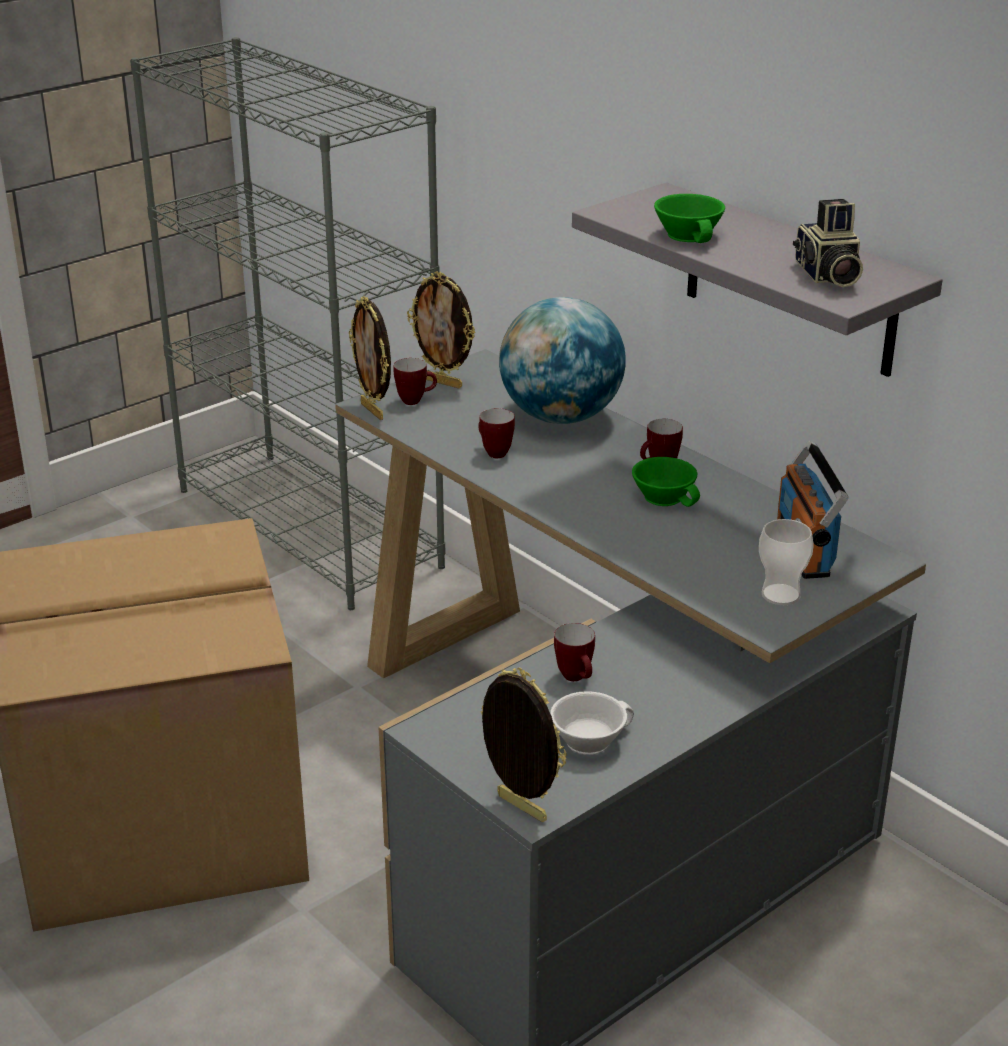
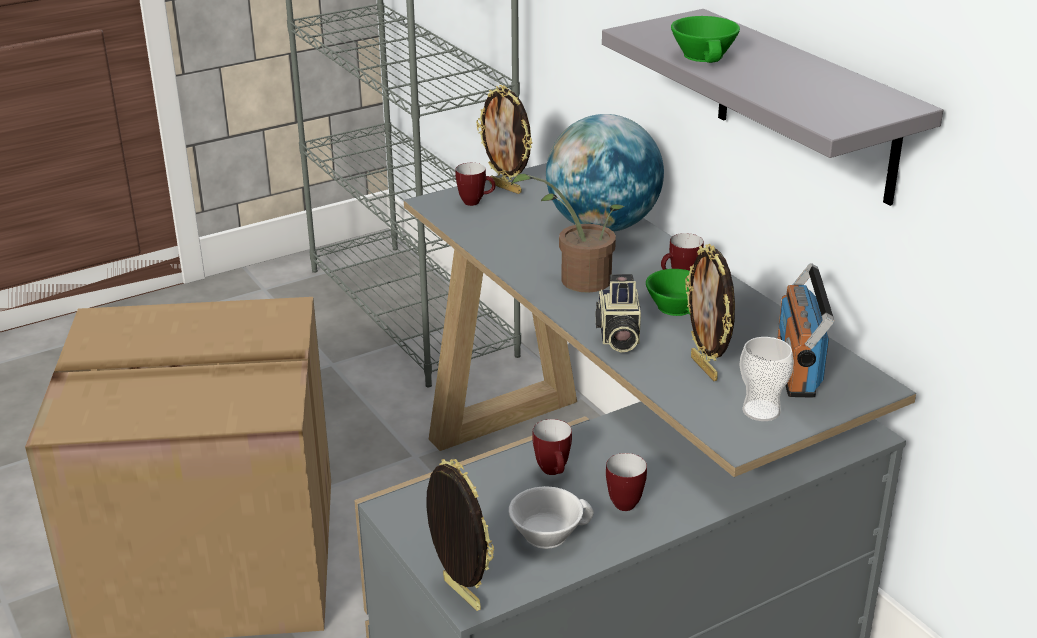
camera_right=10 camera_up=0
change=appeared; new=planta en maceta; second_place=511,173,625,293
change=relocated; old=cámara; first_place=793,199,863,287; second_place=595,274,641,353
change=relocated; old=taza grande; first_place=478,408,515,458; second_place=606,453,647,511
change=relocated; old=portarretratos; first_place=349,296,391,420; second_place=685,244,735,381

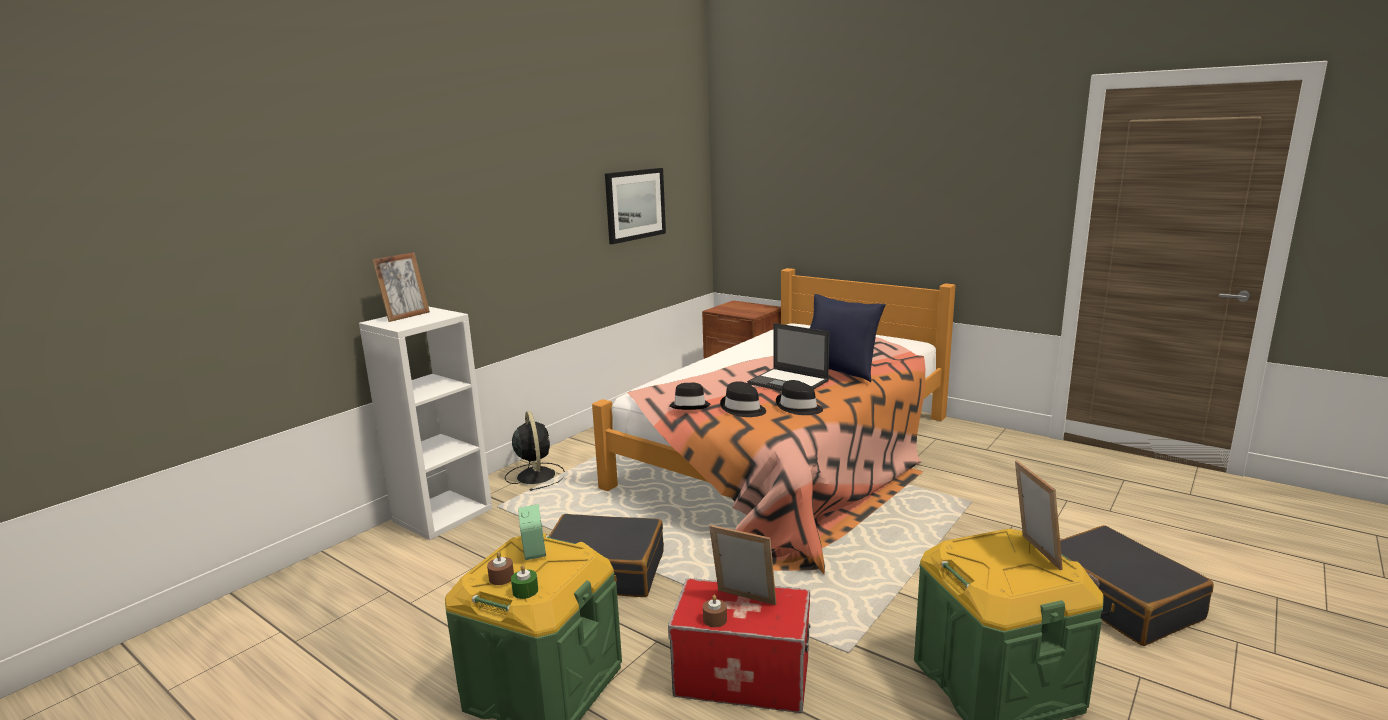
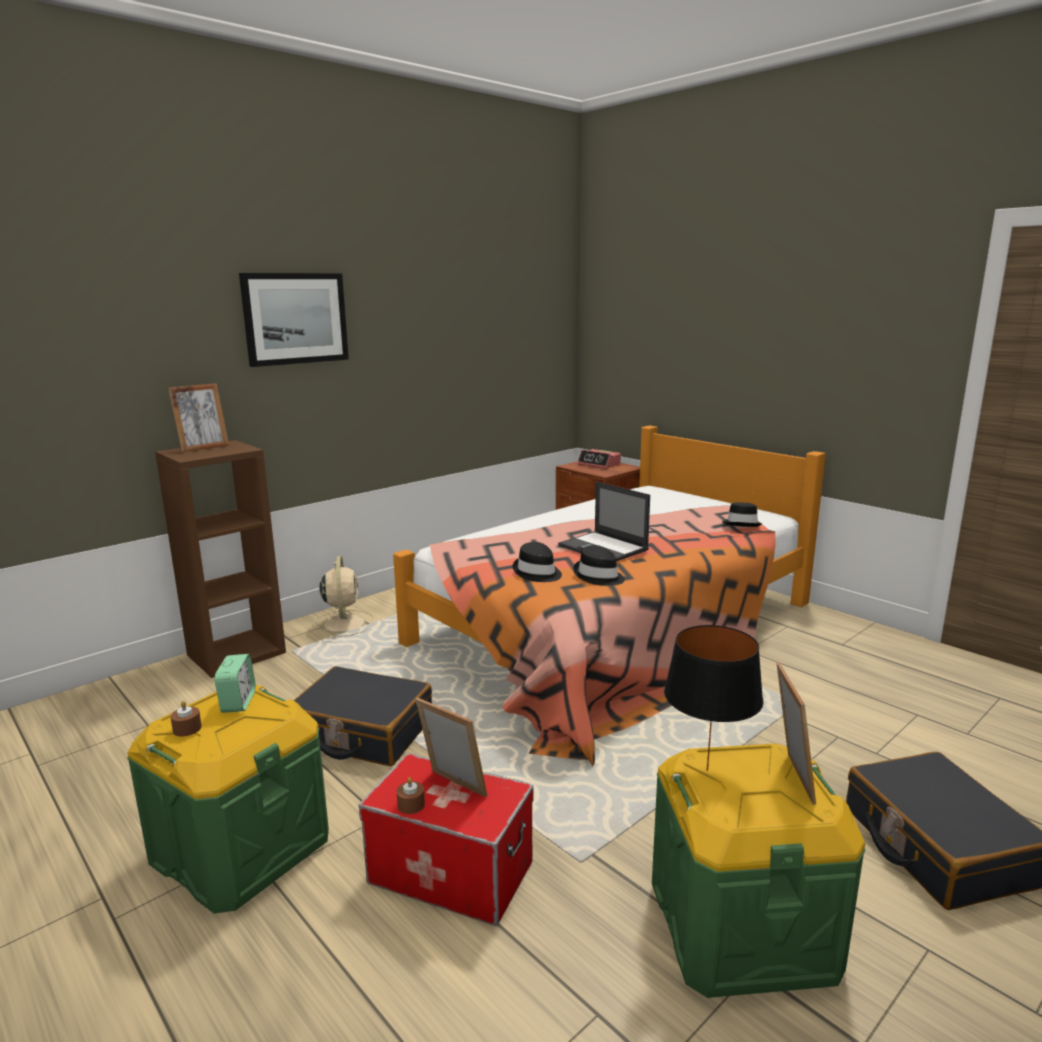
camera_right=10 camera_up=0
change=colour; old=estantería/blanco; new=estantería/marrón; first_place=359,307,492,540; second_place=155,440,286,678
change=relocated; old=cuadro; first_place=605,168,666,244; second_place=239,273,349,367
change=colour; old=ventilador/negro; new=ventilador/beis; first_place=505,411,565,491; second_place=313,556,374,638
change=appeared; new=despertador; second_place=577,449,621,469
change=appeared; new=lámpara de mesa/negro; second_place=664,625,763,771
change=relocated; old=sombrero/negro; first_place=669,383,710,410; second_place=722,502,762,527
change=missing; old=vela/verde; first_place=511,564,538,599
change=missing; old=cojín/azul; first_place=810,294,886,382

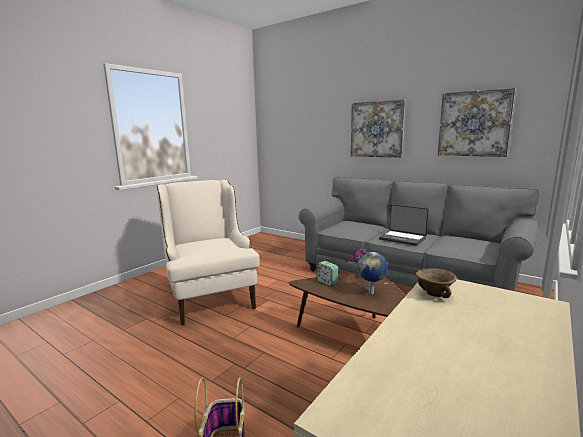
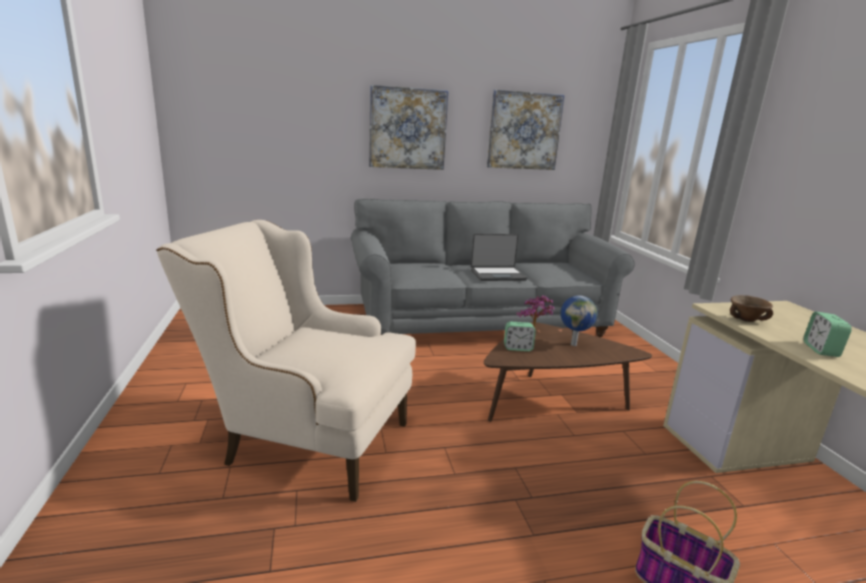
camera_right=-50 camera_up=5
change=appeared; new=despertador; second_place=804,312,852,357

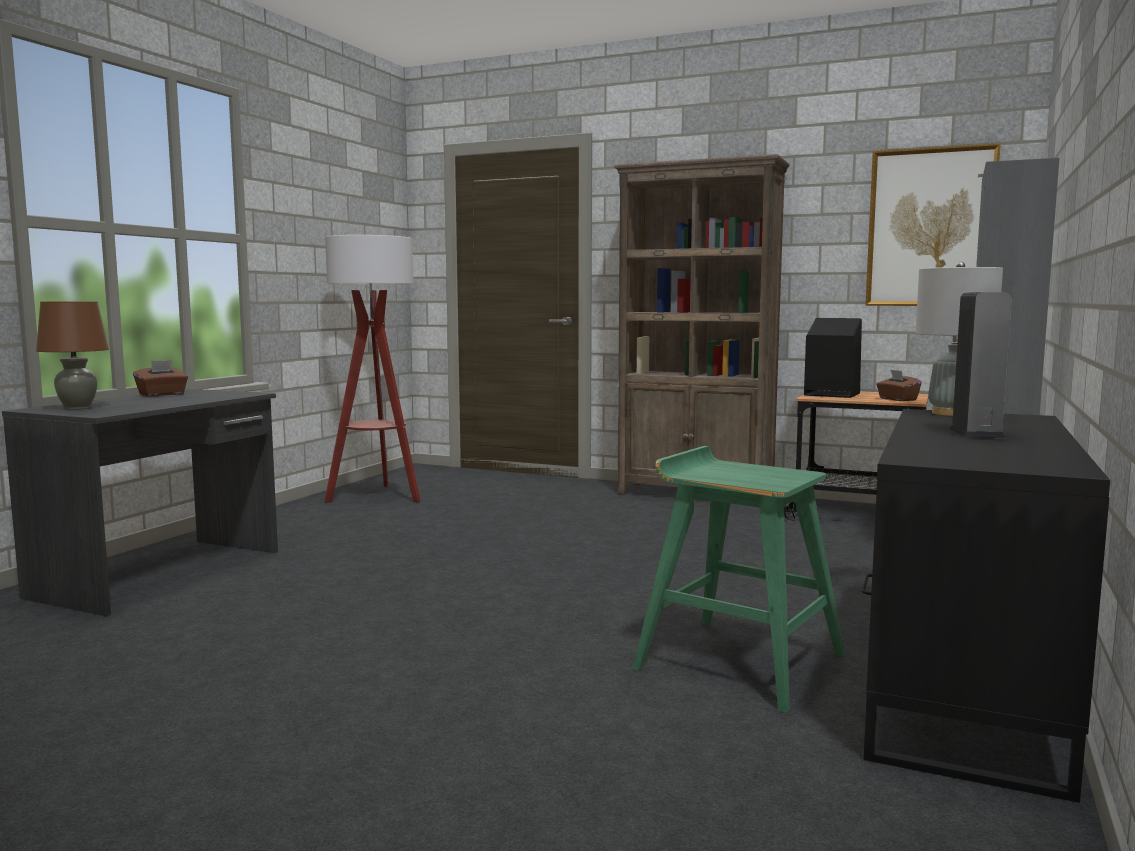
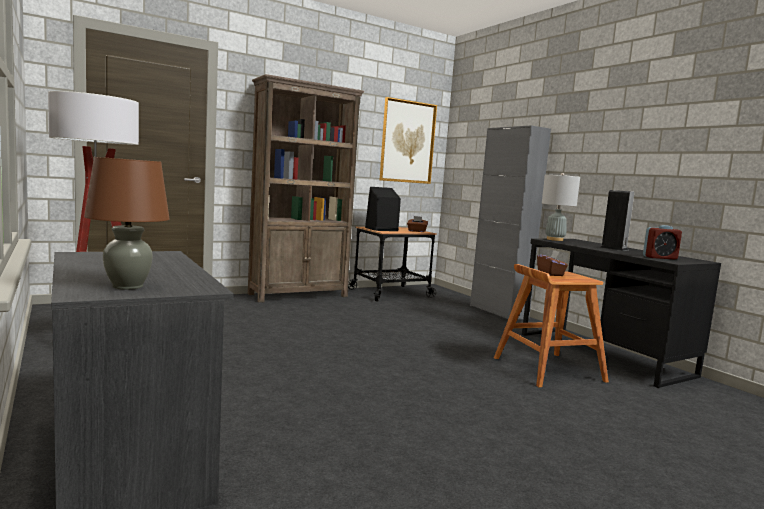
camera_right=-55 camera_up=0
change=colour; old=taburete/verde; new=taburete/marrón; first_place=632,446,845,713; second_place=494,264,609,387
change=relocated; old=caja de pañuelos/marrón; first_place=133,360,188,396; second_place=537,250,568,276
change=appeared; new=despertador; second_place=643,225,682,260

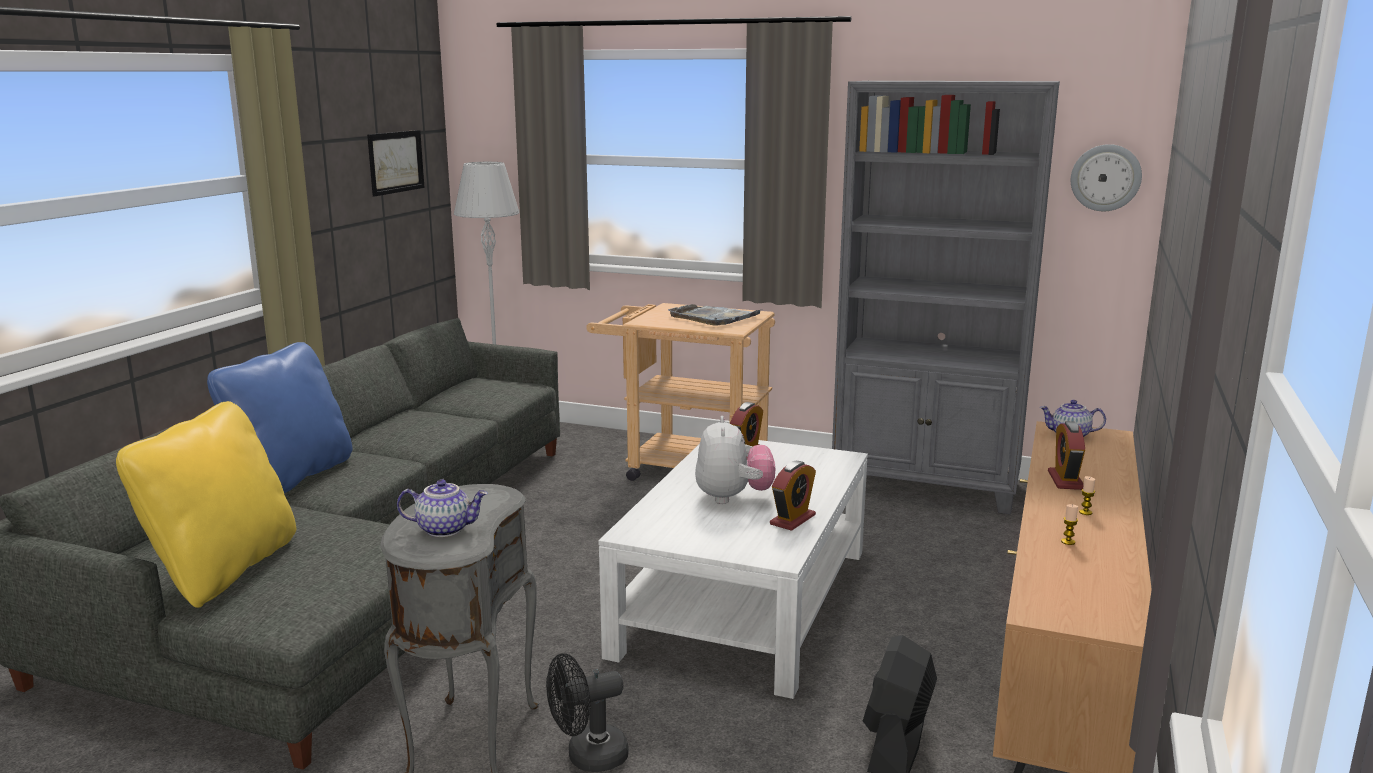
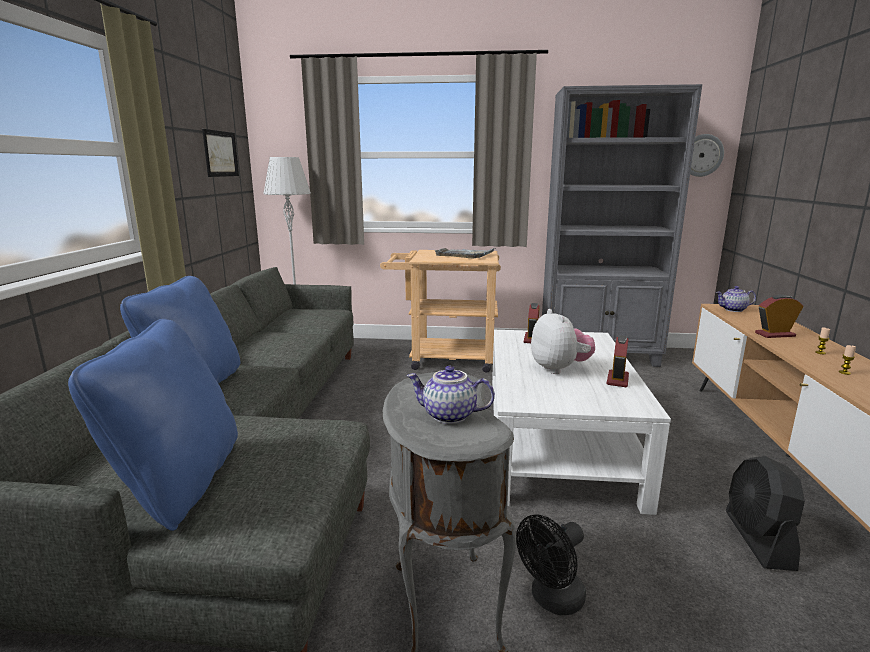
camera_right=-15 camera_up=0
change=colour; old=cojín/amarillo; new=cojín/azul; first_place=116,401,296,608; second_place=68,319,238,531
change=spun; old=tetera; first_place=397,479,488,537; second_place=407,366,495,424; degrees=-150
change=spun; old=despertador; first_place=1048,421,1085,490; second_place=755,294,803,338; degrees=90

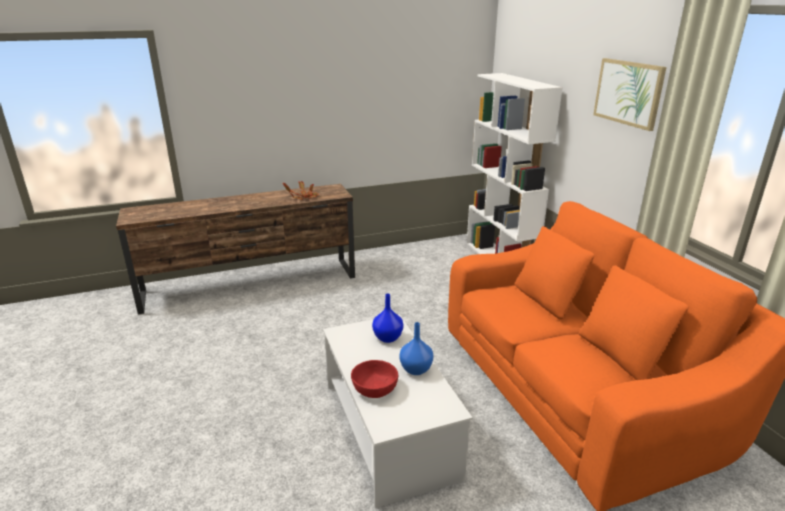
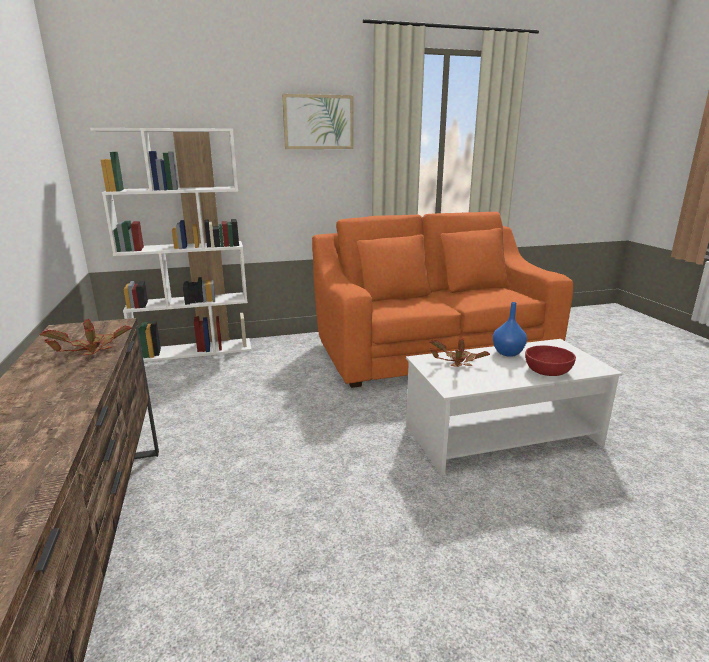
camera_right=-85 camera_up=-5
change=exchanged; old=florero/azul; new=planta en maceta; first_place=372,293,404,343; second_place=430,339,490,367

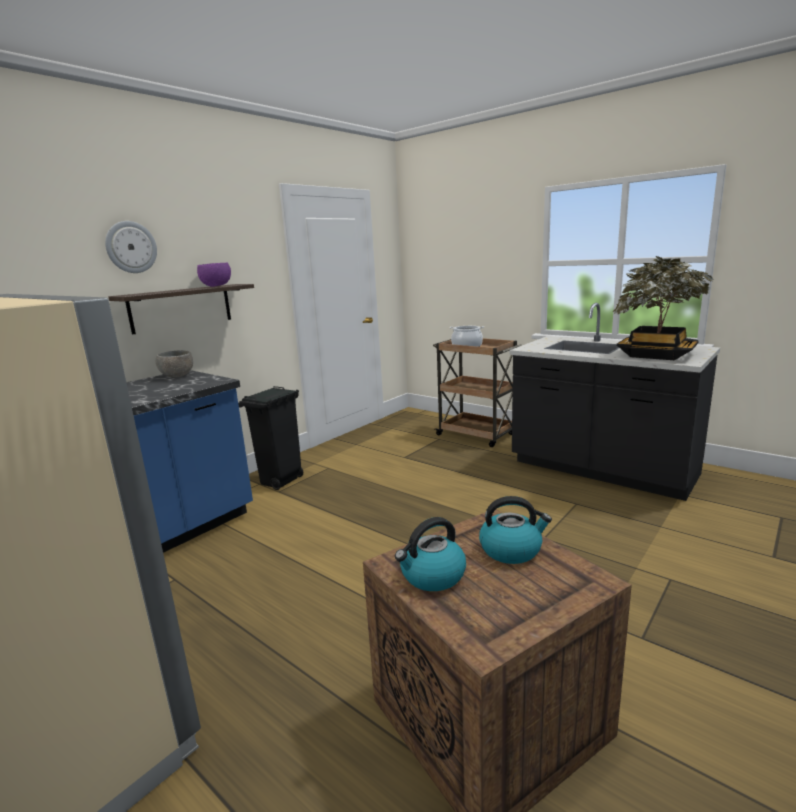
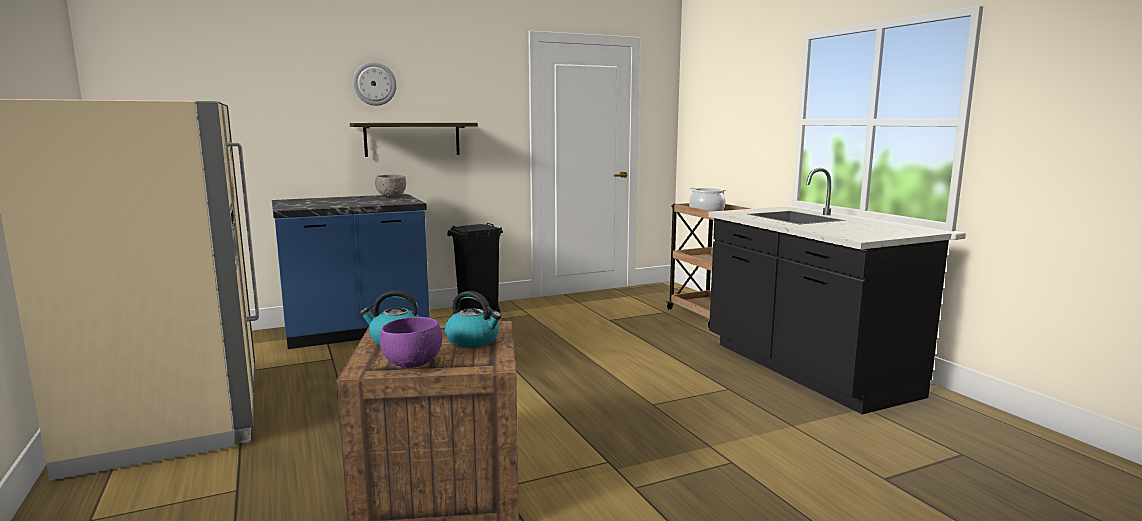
camera_right=25 camera_up=-5
change=relocated; old=cuenco/morado; first_place=197,262,231,287; second_place=380,317,442,368
change=missing; old=planta en maceta; first_place=613,256,714,360

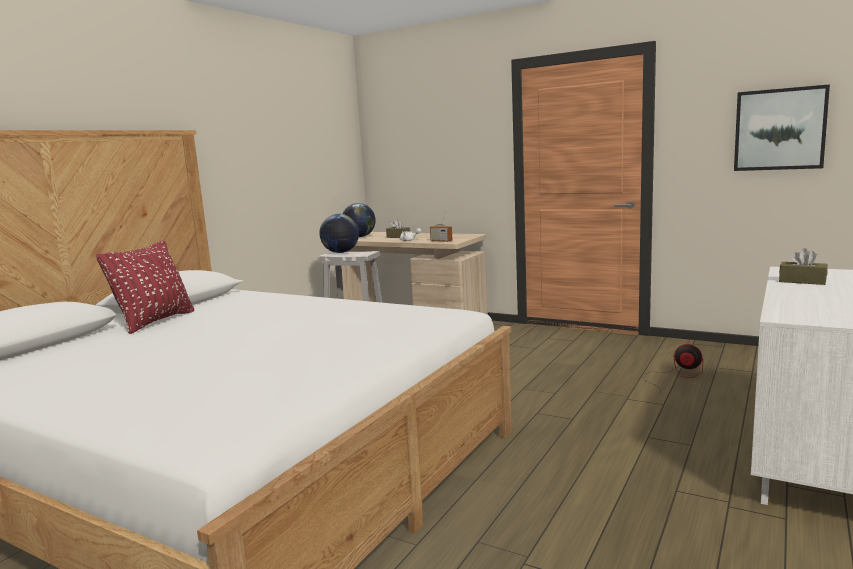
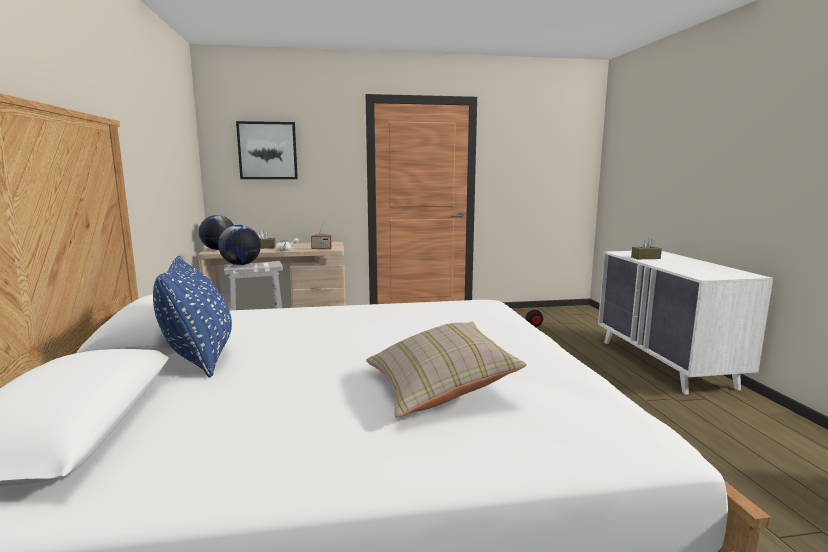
camera_right=-40 camera_up=0
change=colour; old=cojín/rojo; new=cojín/azul; first_place=96,241,194,334; second_place=153,256,232,378
change=relocated; old=cuadro; first_place=734,84,830,171; second_place=236,121,298,179
change=appeared; new=cojín/beis; second_place=366,322,527,417

